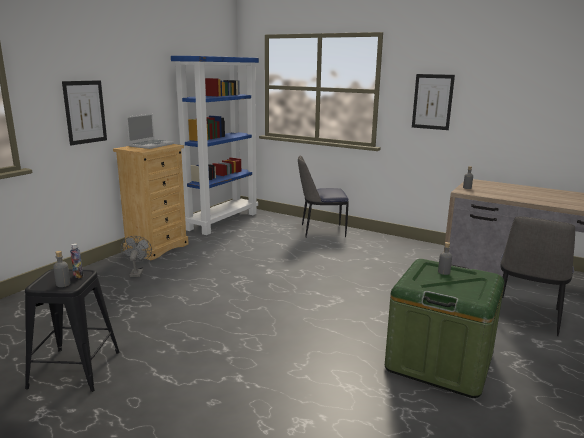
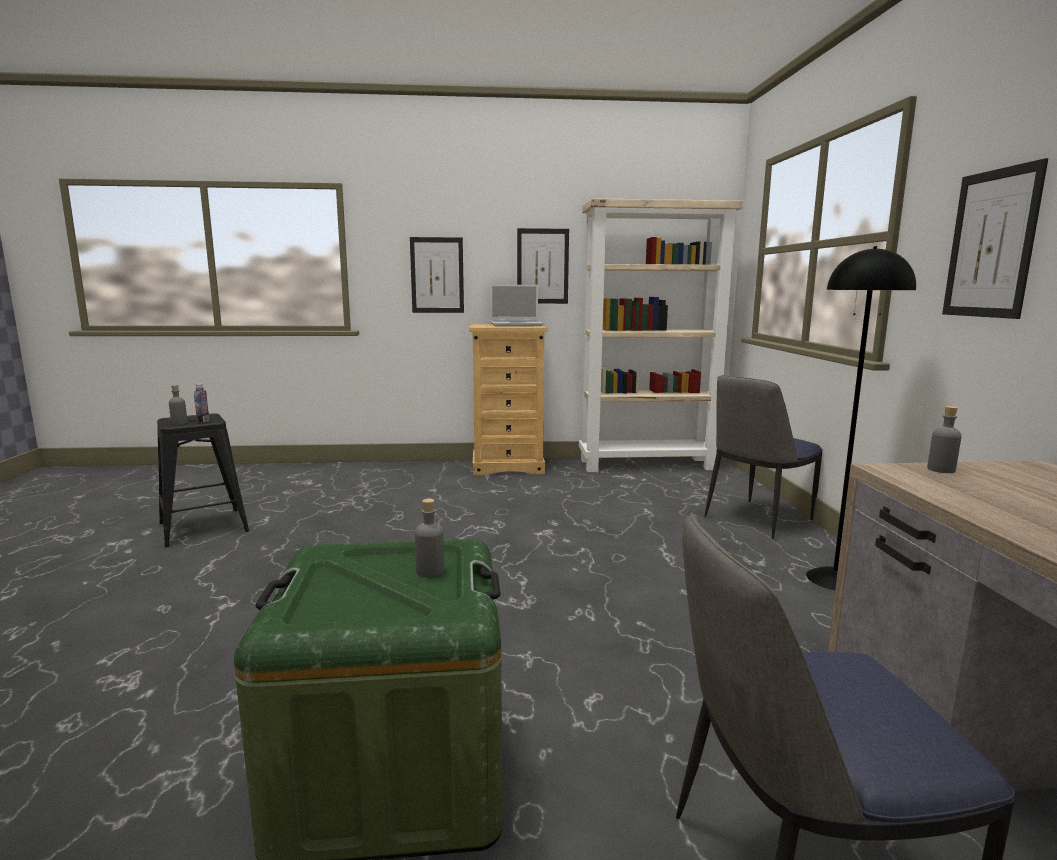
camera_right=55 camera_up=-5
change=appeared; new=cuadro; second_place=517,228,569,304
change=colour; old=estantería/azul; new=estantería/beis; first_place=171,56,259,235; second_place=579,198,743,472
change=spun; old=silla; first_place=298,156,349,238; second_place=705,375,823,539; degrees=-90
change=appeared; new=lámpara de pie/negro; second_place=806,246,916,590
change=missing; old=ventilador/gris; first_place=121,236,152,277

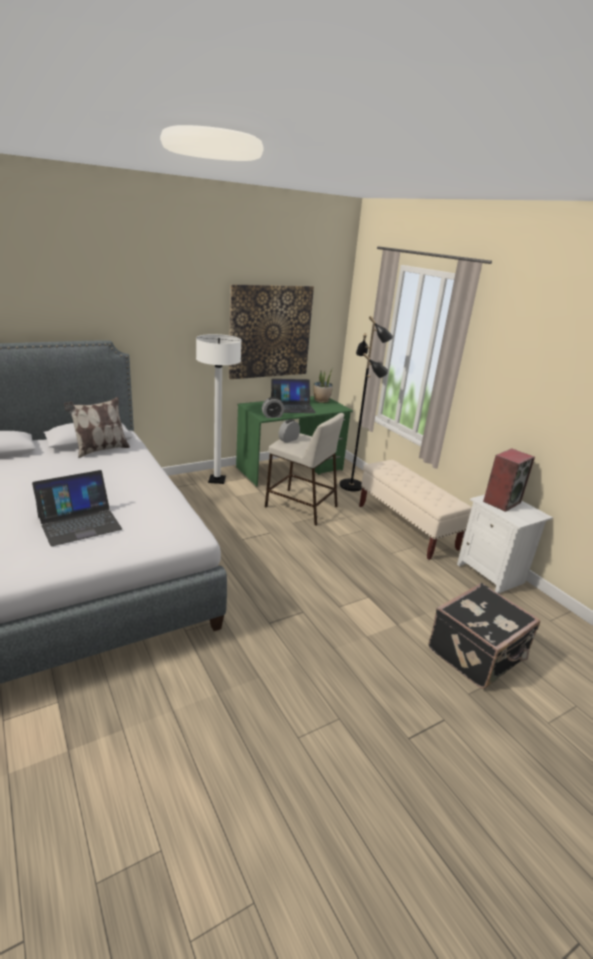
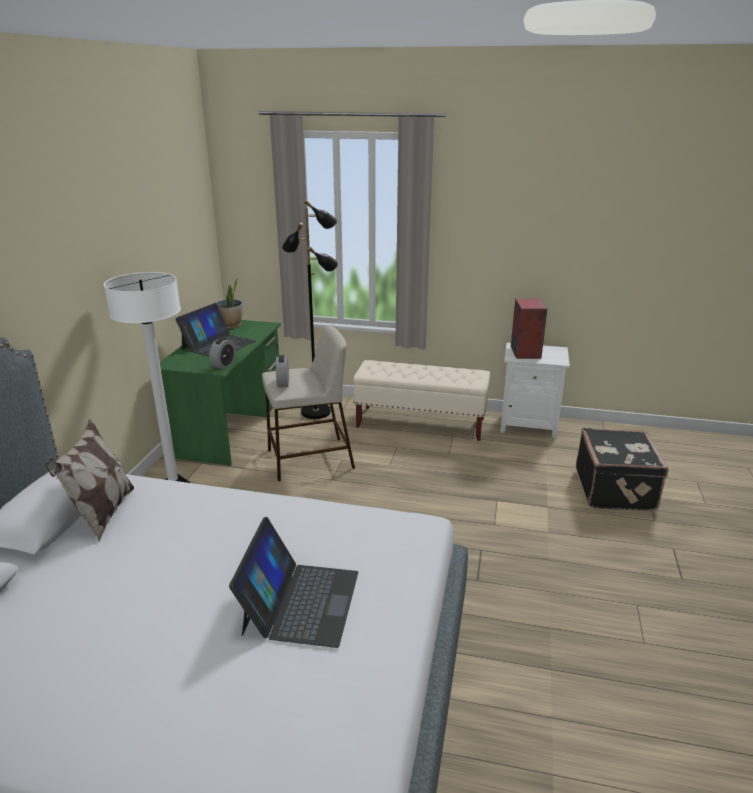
camera_right=-45 camera_up=0
change=missing; old=cuadro; first_place=229,285,314,379

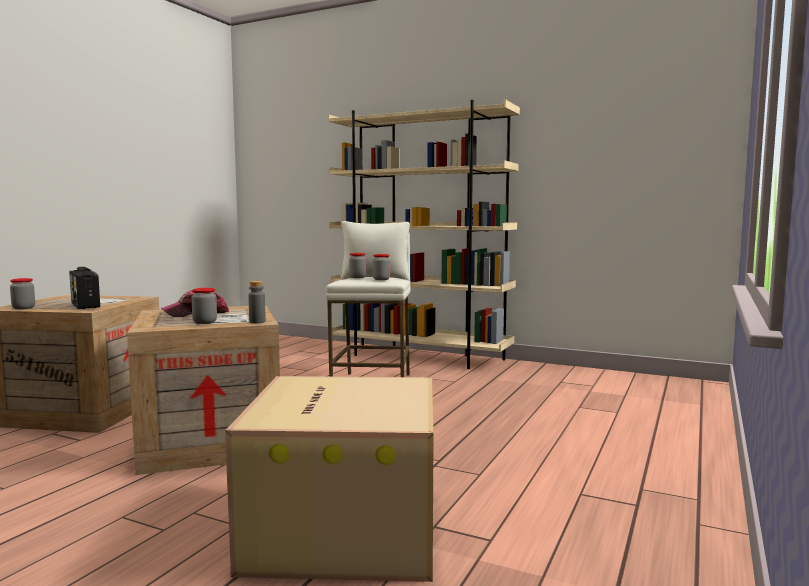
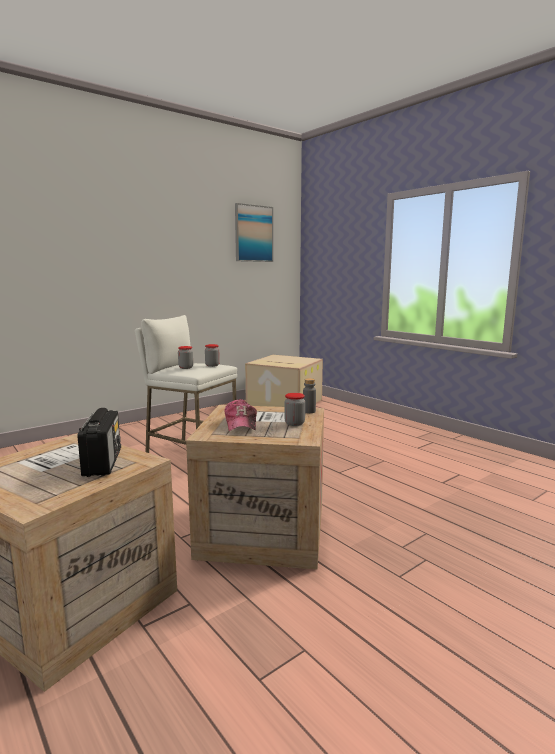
camera_right=-65 camera_up=5
change=spun; old=radio; first_place=69,267,100,309; second_place=77,408,121,477; degrees=-90
change=appeared; new=cuadro; second_place=235,203,273,262
change=relocated; old=caja de cartón; first_place=225,376,434,582; second_place=245,355,323,407
change=missing; old=tarro; first_place=10,278,35,310
change=missing; old=estantería/beis; first_place=328,99,520,369

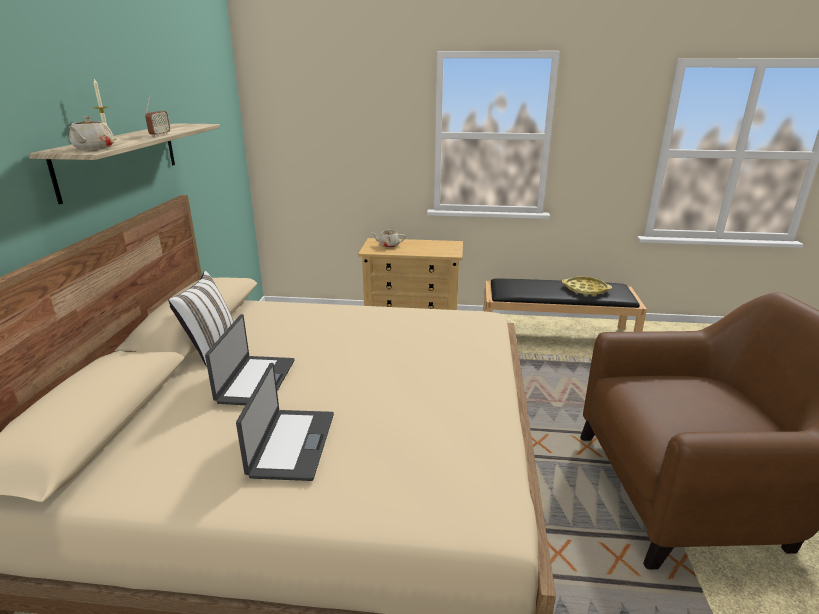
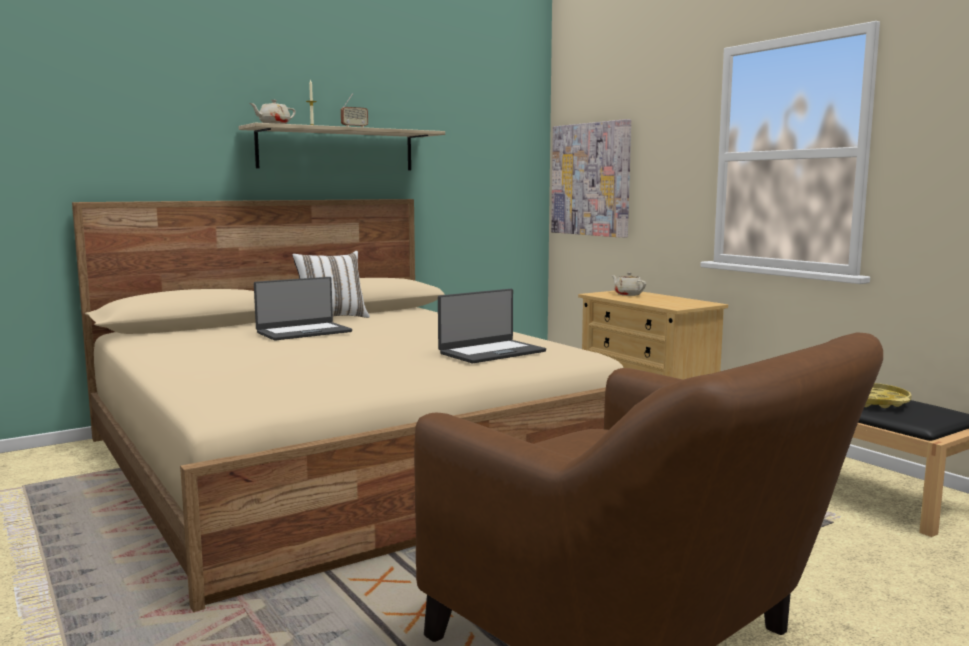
camera_right=50 camera_up=-15
change=relocated; old=portátil; first_place=236,363,334,481; second_place=438,289,546,364
change=appeared; new=cuadro; second_place=551,119,631,238

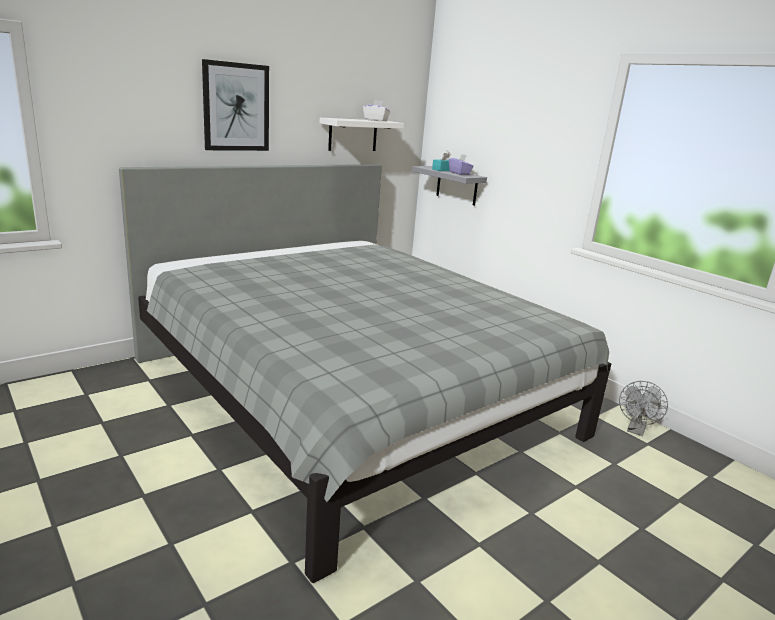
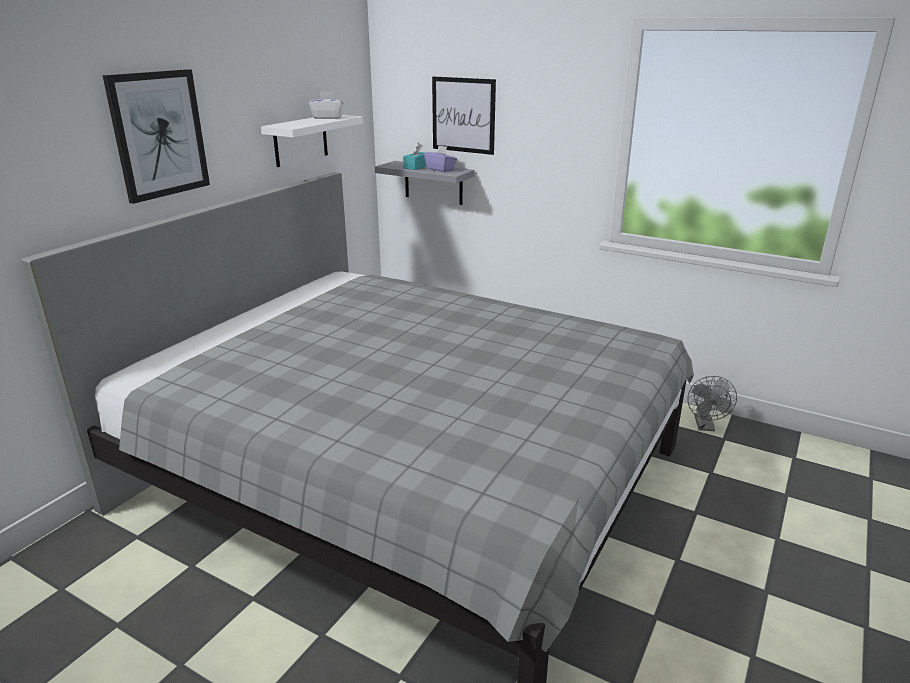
camera_right=-20 camera_up=5
change=appeared; new=cuadro; second_place=432,76,496,155

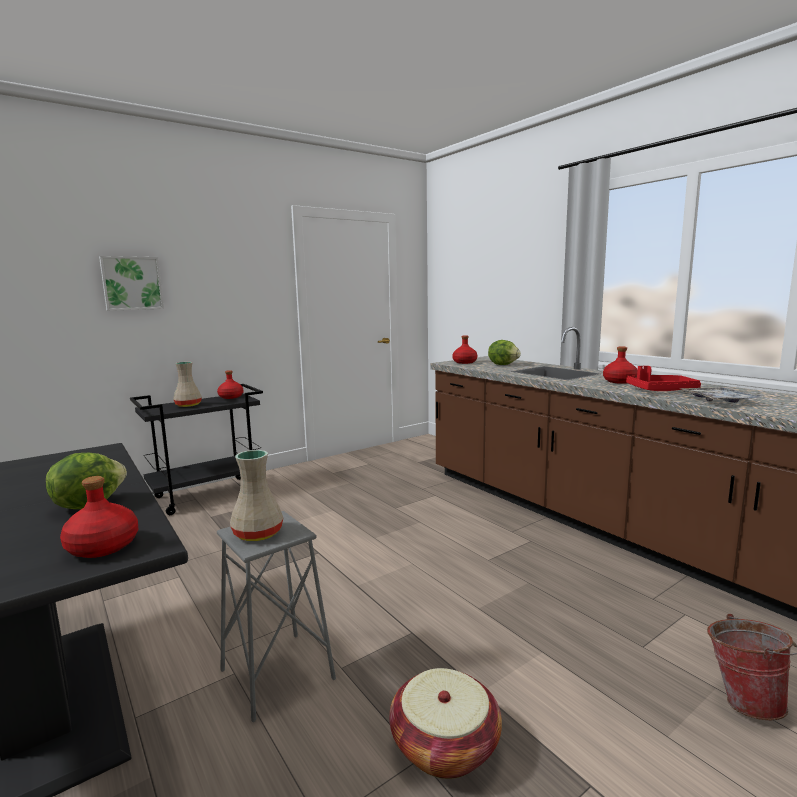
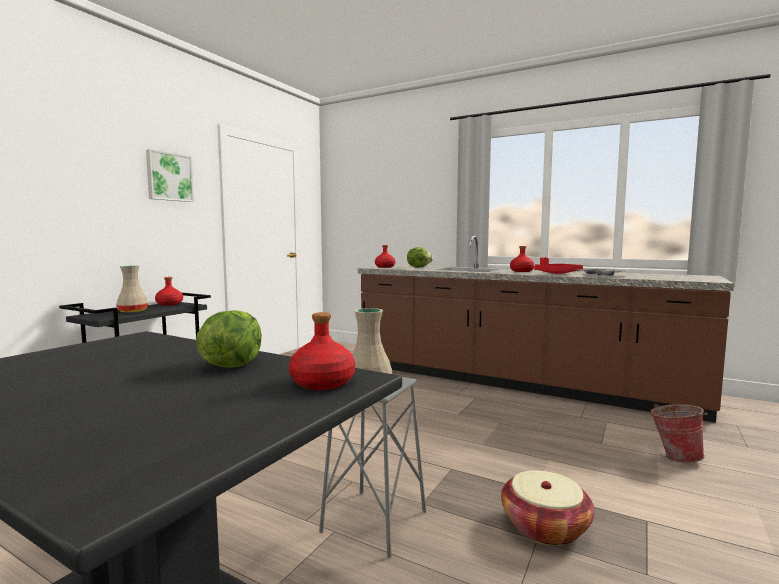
camera_right=-25 camera_up=-5
change=relocated; old=cuadro; first_place=99,256,164,311; second_place=146,149,194,202

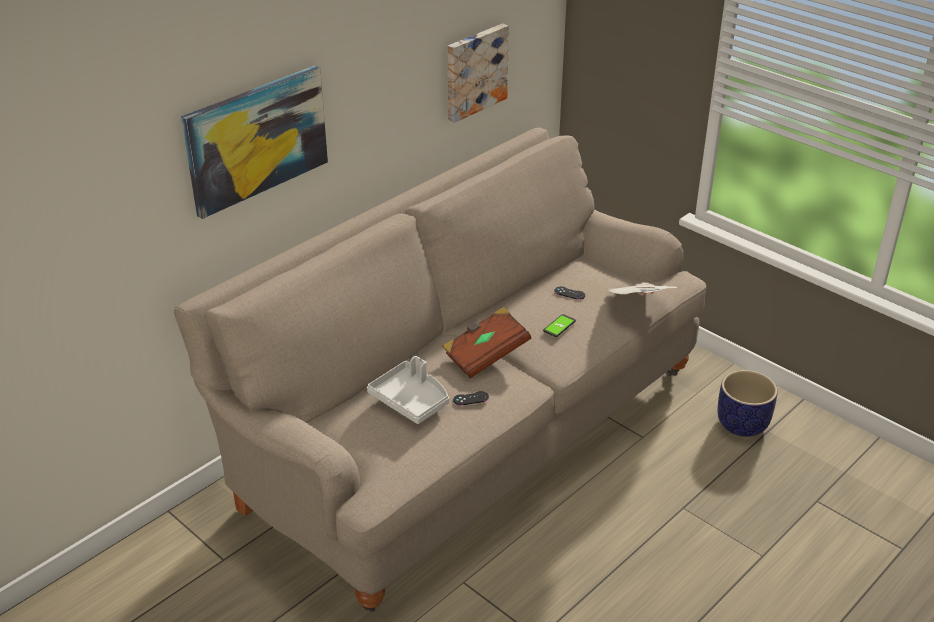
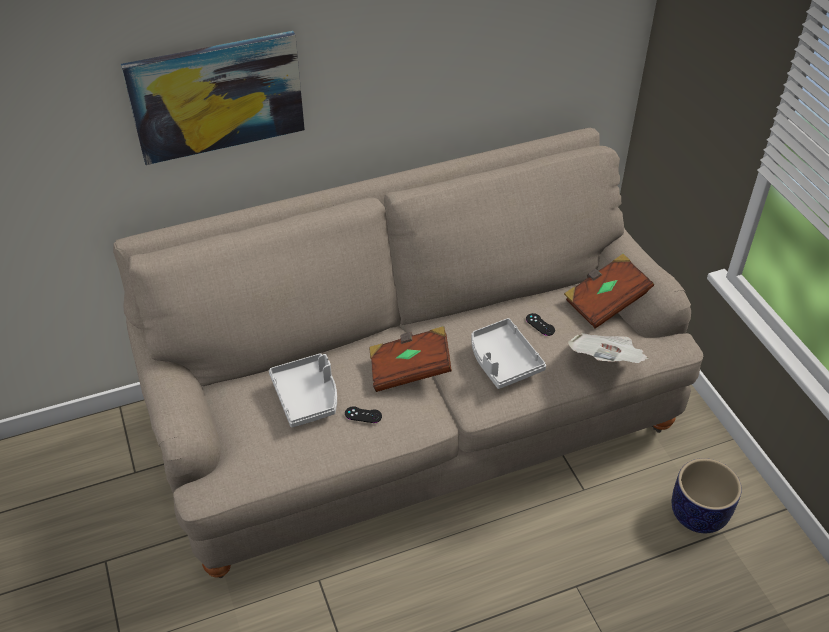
camera_right=25 camera_up=10
change=exchanged; old=móvil; new=bandeja/gris; first_place=543,314,576,337; second_place=471,318,546,389
change=appeared; new=libro/marrón; second_place=564,254,654,329
change=missing; old=cuadro; first_place=448,24,509,123

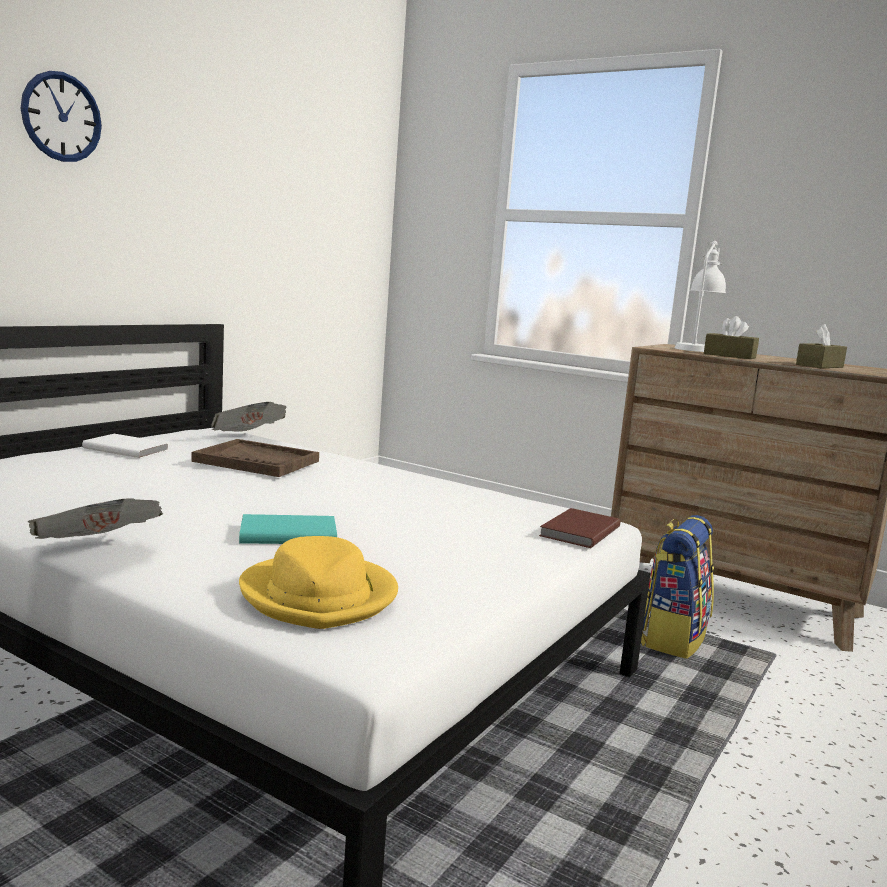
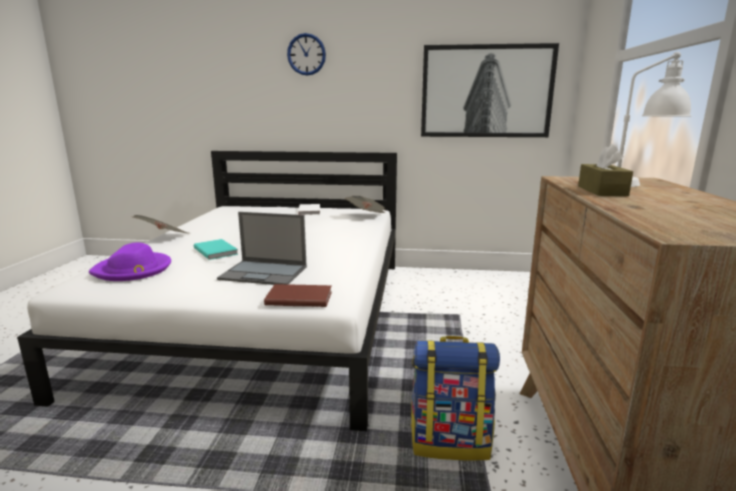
camera_right=65 camera_up=5
change=colour; old=sombrero/amarillo; new=sombrero/morado; first_place=239,536,398,629; second_place=89,242,171,281
change=appeared; new=portátil; second_place=217,212,307,285
change=appeared; new=cuadro; second_place=421,43,559,137
change=missing; old=bandeja/marrón; first_place=191,439,319,477
change=missing; old=caja de pañuelos/marrón; first_place=796,324,847,368

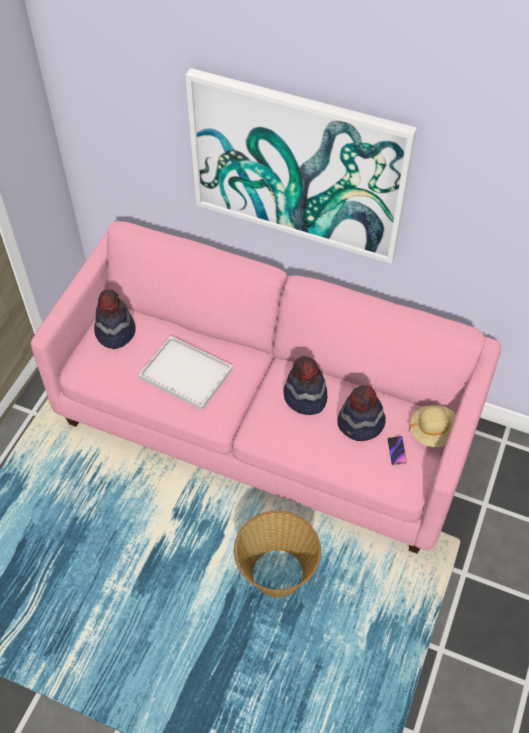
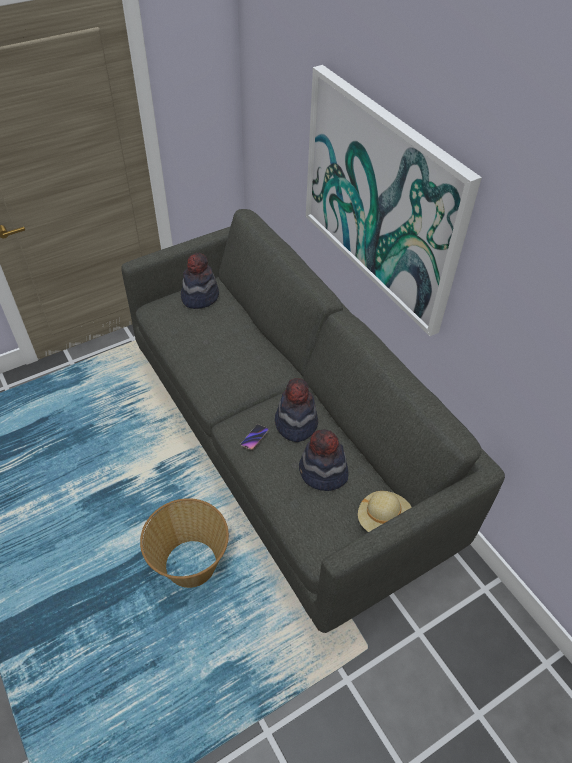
camera_right=35 camera_up=-5
change=colour; old=sofá/rosa; new=sofá/gris; first_place=31,221,501,553; second_place=121,209,505,633
change=relocated; old=móvil; first_place=388,436,407,465; second_place=241,424,269,450
change=missing; old=bandeja/blanco; first_place=139,336,233,410

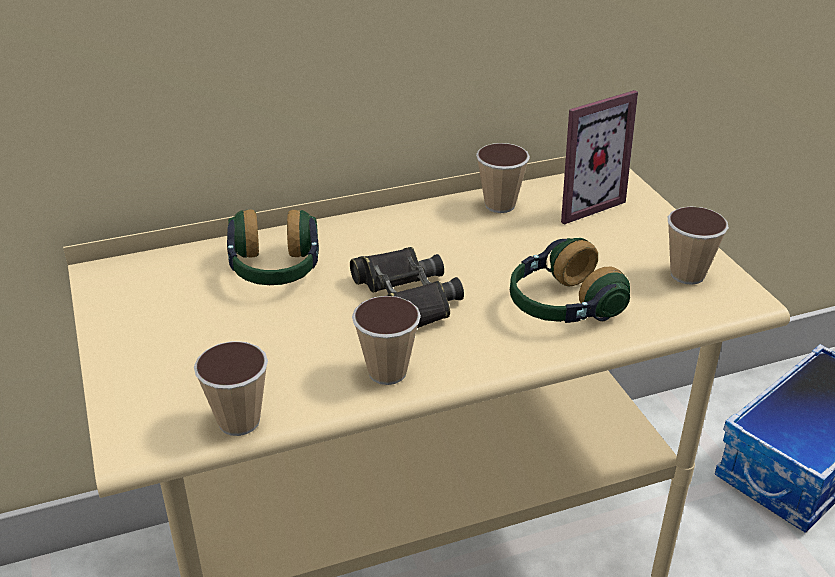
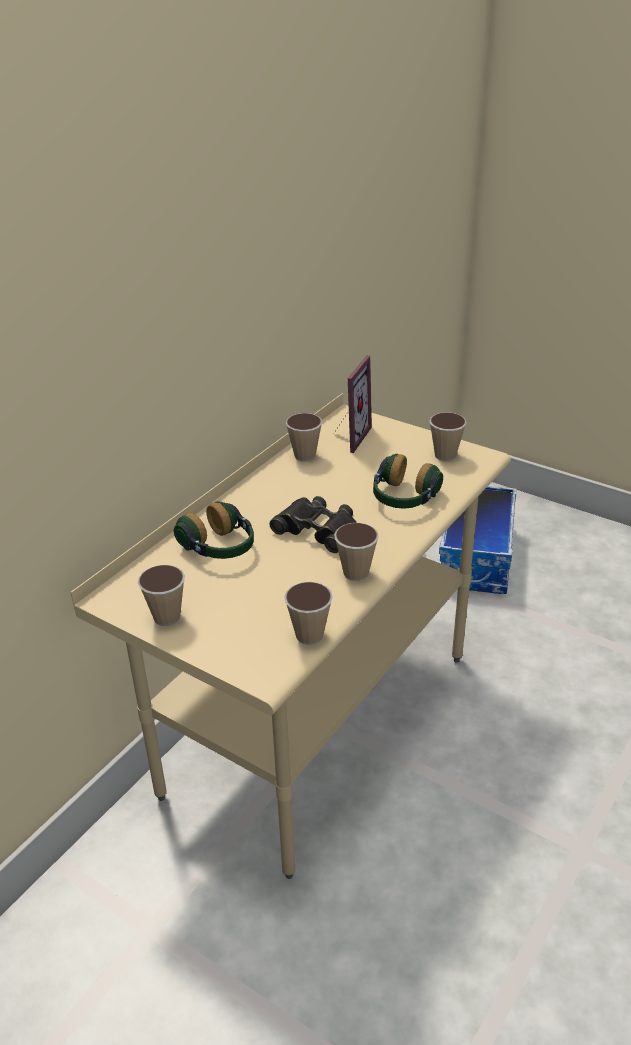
camera_right=-35 camera_up=0
change=appeared; new=taza; second_place=138,565,185,626

